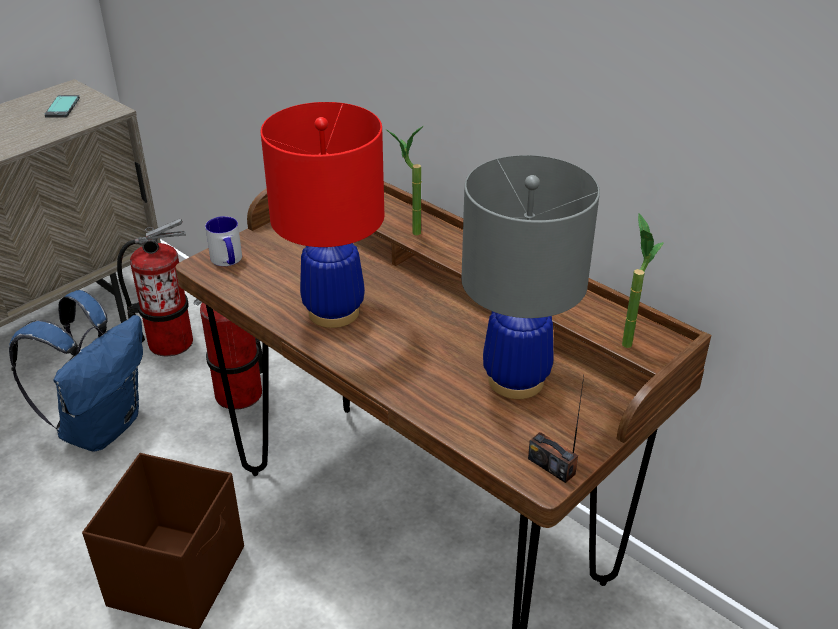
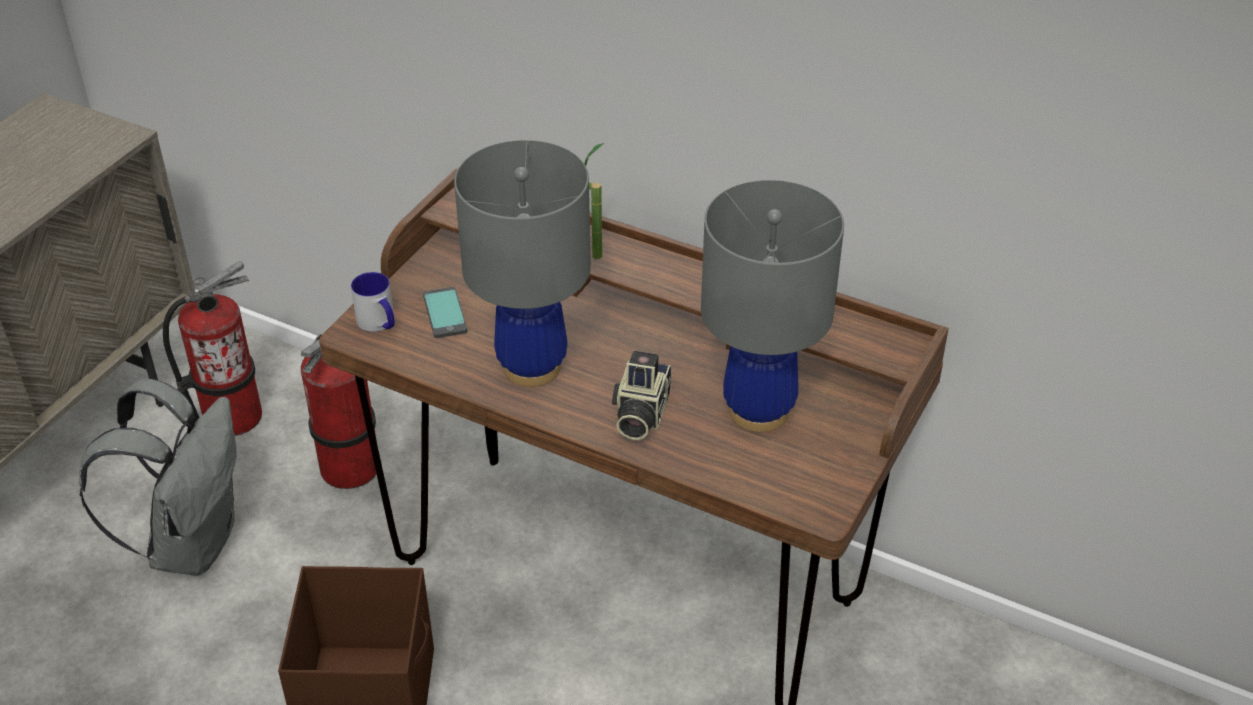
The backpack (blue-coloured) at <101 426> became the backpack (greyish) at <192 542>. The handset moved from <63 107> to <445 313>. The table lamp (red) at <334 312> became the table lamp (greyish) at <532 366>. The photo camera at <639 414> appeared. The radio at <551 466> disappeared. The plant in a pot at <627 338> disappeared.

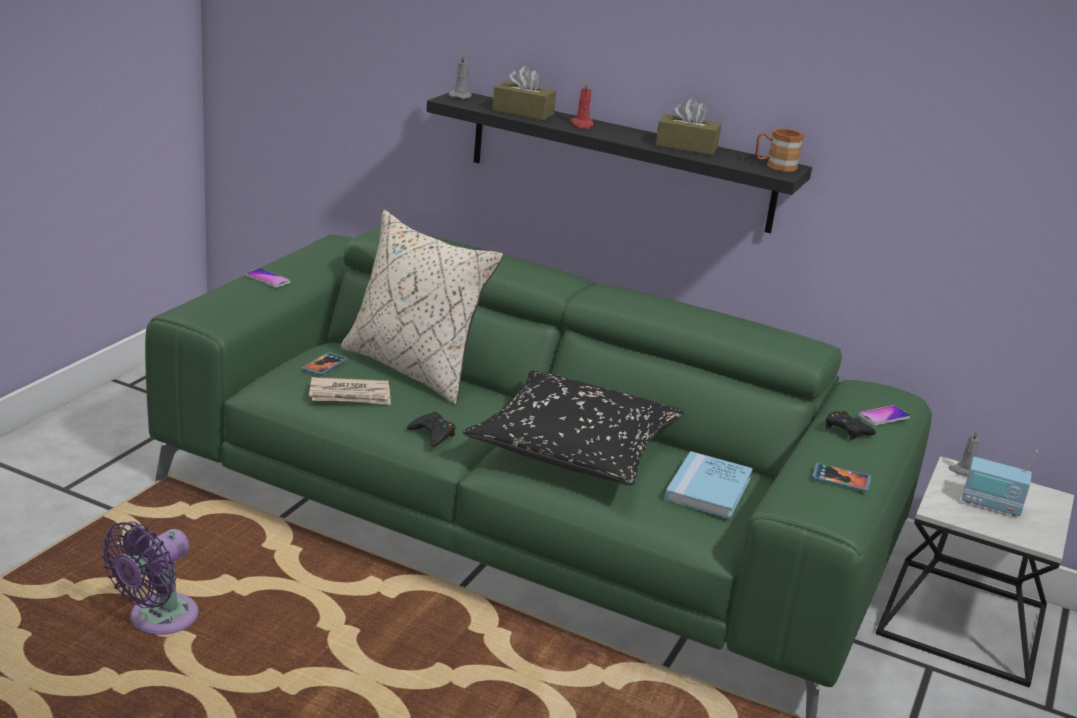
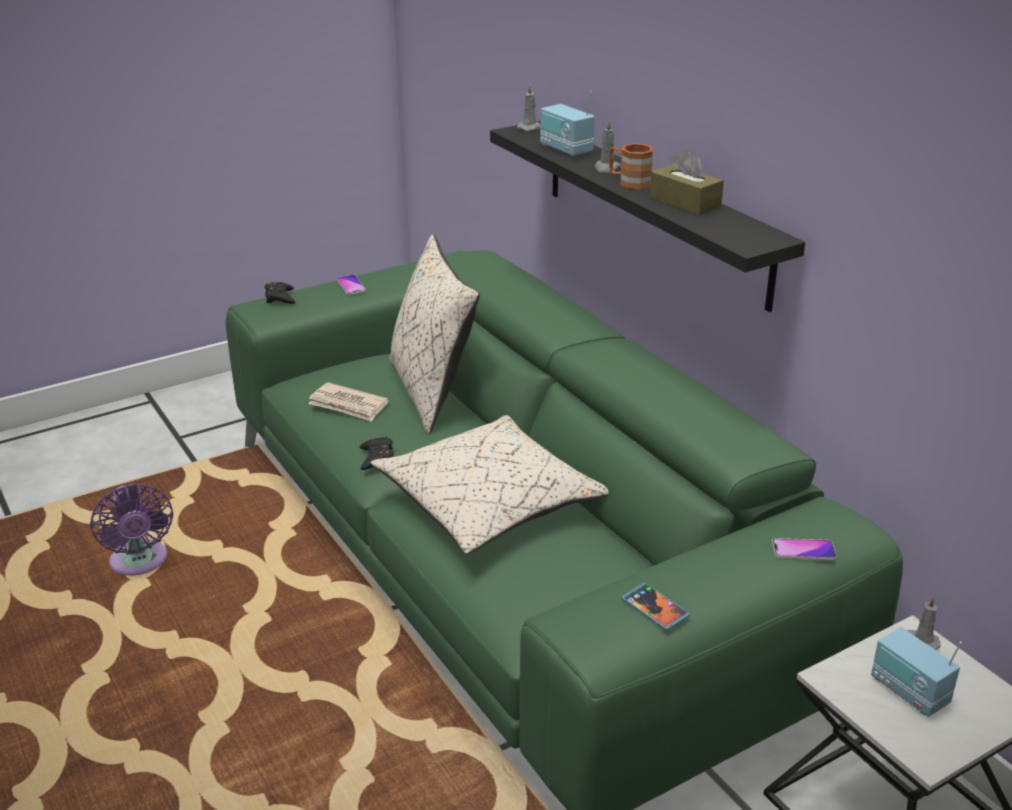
The cooling fan (purplish) at <158 620> turned 90 degrees counterclockwise. The game controller (black-coloured) moved from <847 430> to <280 297>. The pillow (black-coloured) at <574 449> became the pillow (beige) at <489 503>. The box of tissues (brown-coloured) at <523 112> was replaced by the radio at <565 149>. The wax light (red) at <582 125> became the wax light (greyish) at <606 168>. The tea mug (brown-coloured) moved from <775 166> to <629 182>. The handset at <324 365> disappeared. The bound book (blue-coloured) at <708 489> disappeared.

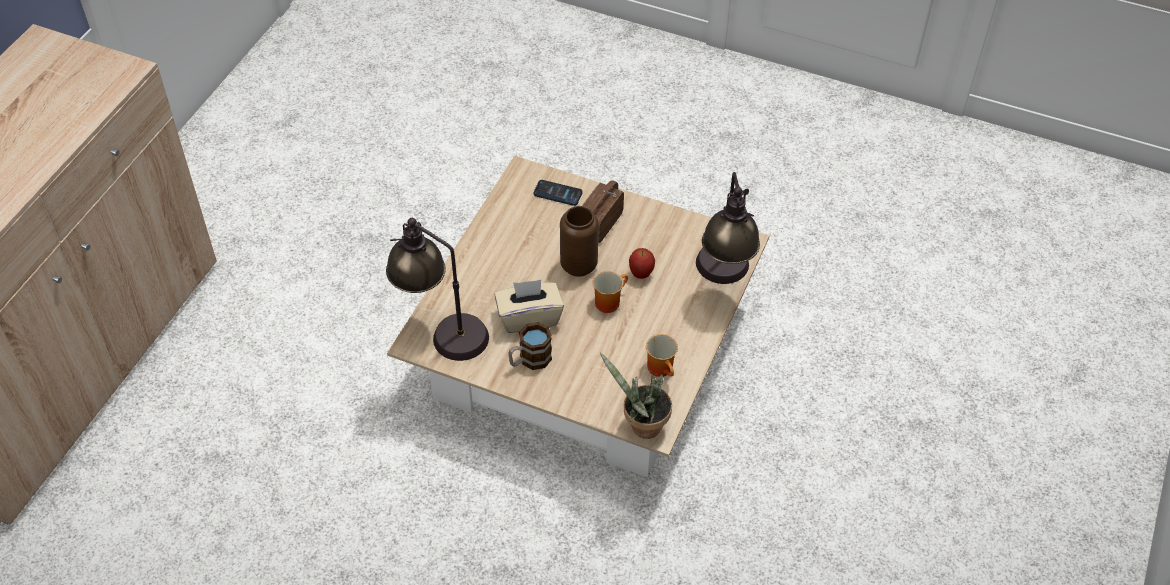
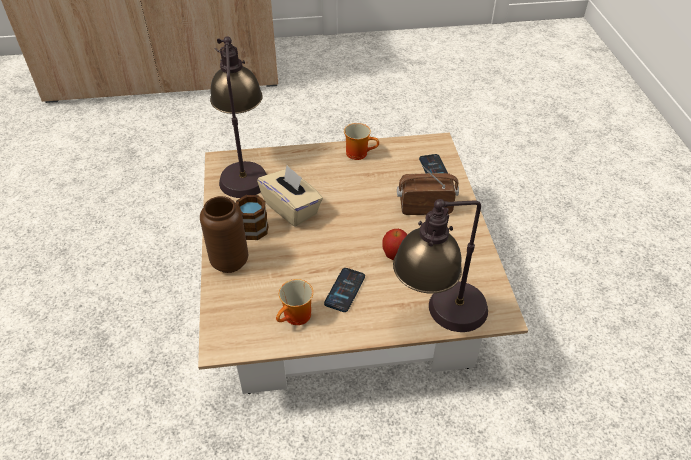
The decorative vase (brown-coloured) moved from <578 266> to <229 262>. The handset at <345 290> appeared. The tea mug moved from <608 300> to <359 153>. The plant in a pot at <641 426> disappeared.

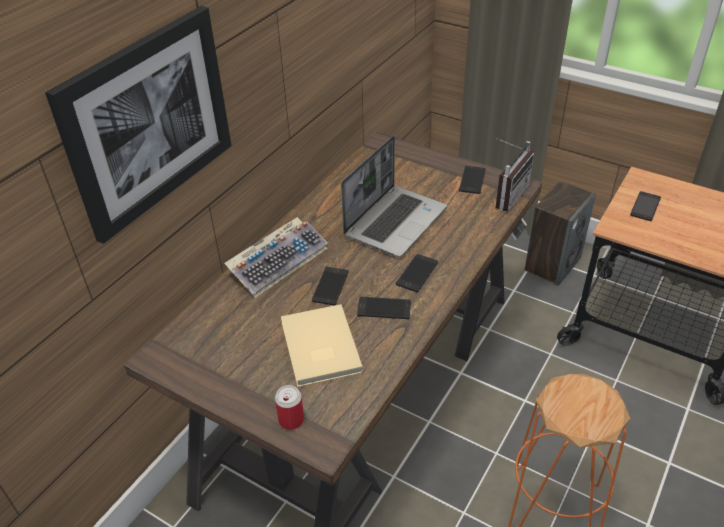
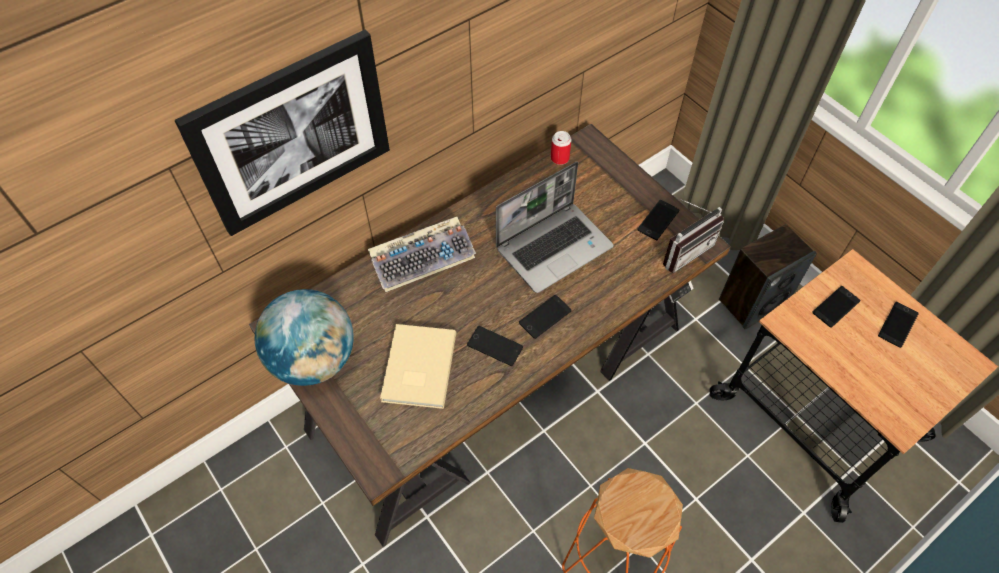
The desk globe at <314 360> appeared. The sealed can moved from <291 420> to <559 158>. The handset moved from <330 286> to <897 325>.

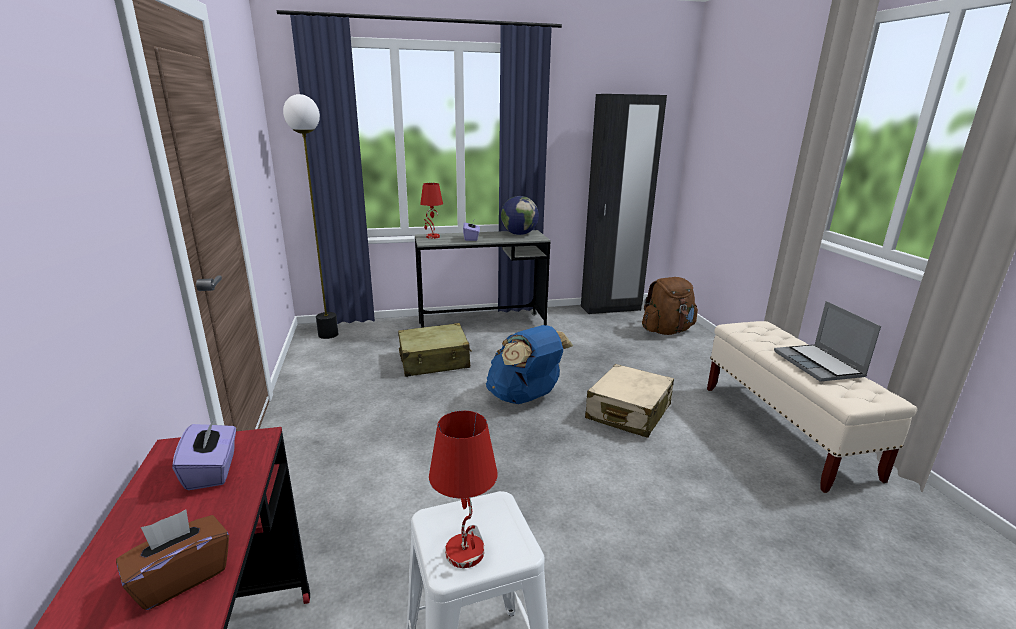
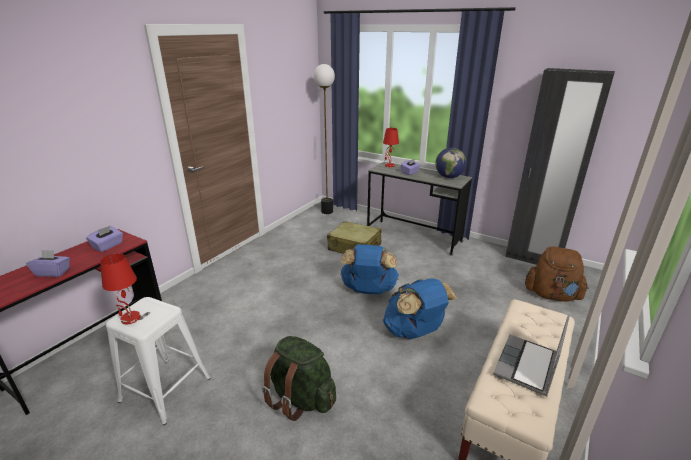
The box of tissues (brown-coloured) at <181 577> became the box of tissues (purplish) at <53 272>. The backpack (green) at <301 398> appeared. The piece of luggage (beige) at <628 412> was replaced by the backpack (blue-coloured) at <414 332>.

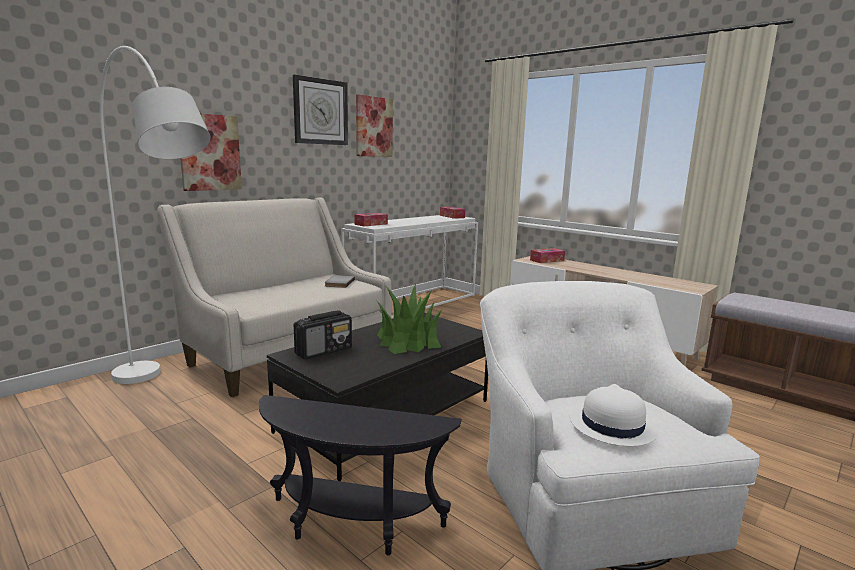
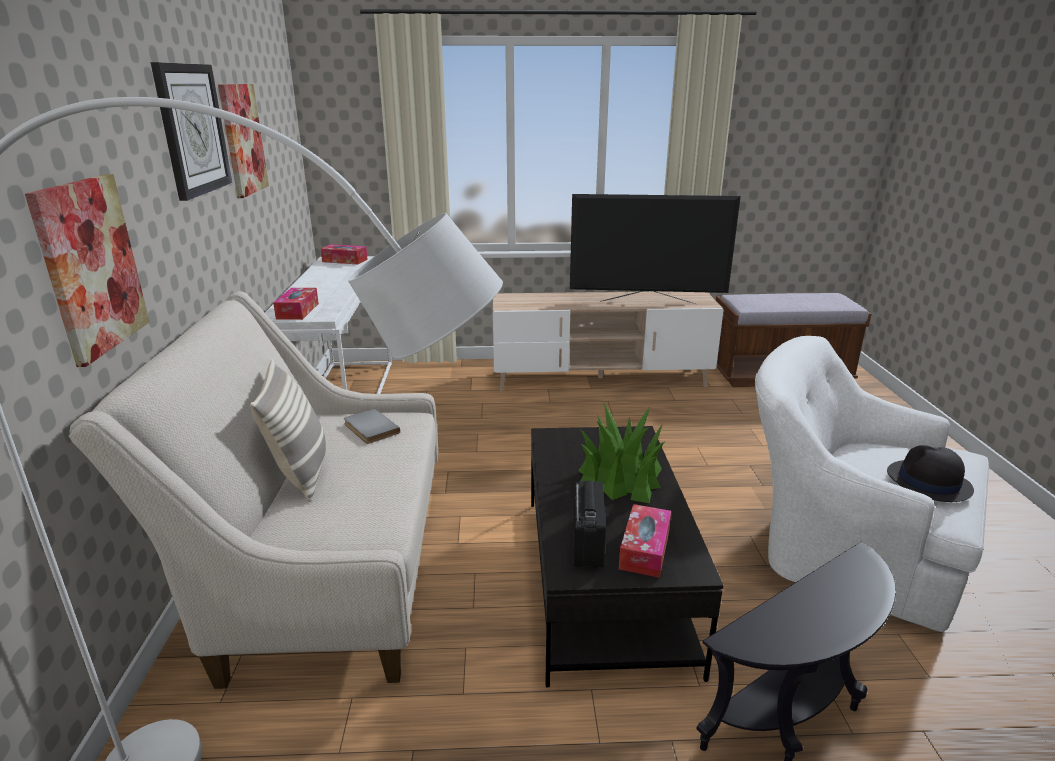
The pillow at <301 473> appeared. The television at <647 302> appeared. The box of tissues moved from <547 260> to <644 549>. The wearable hat (whitish) at <611 425> became the wearable hat (black-coloured) at <928 482>.

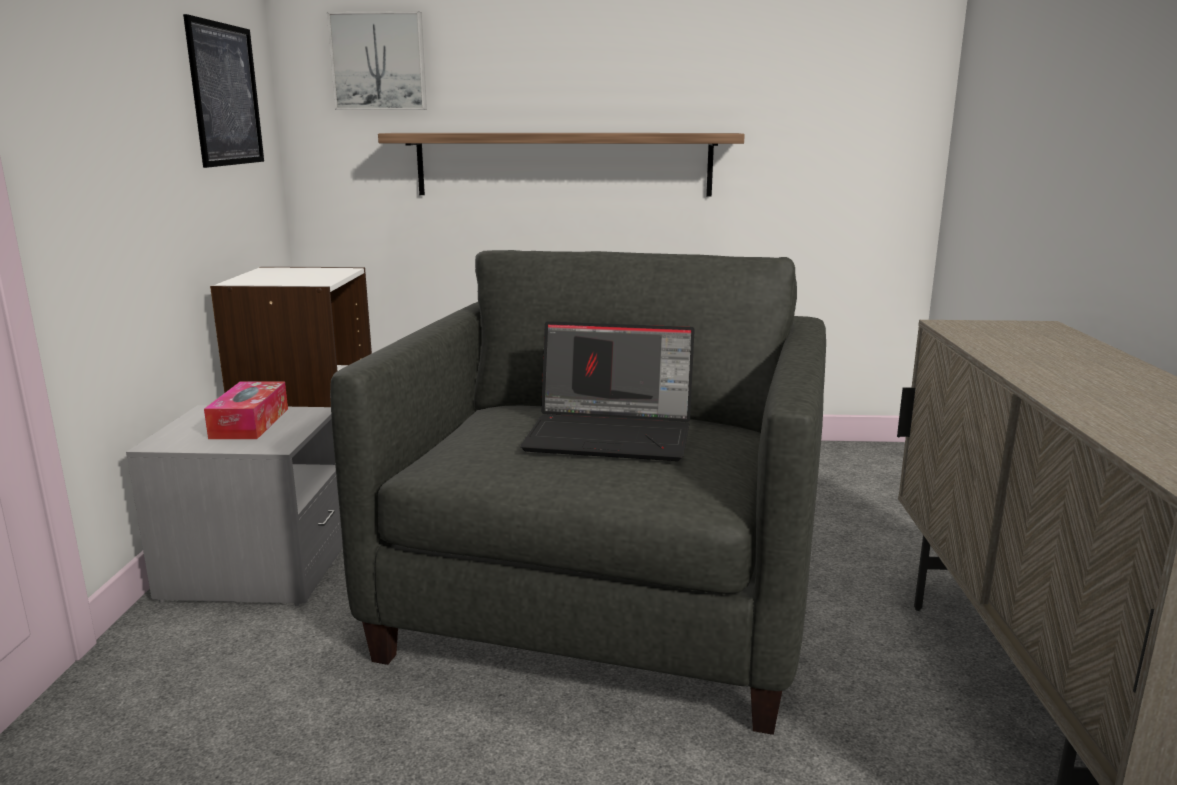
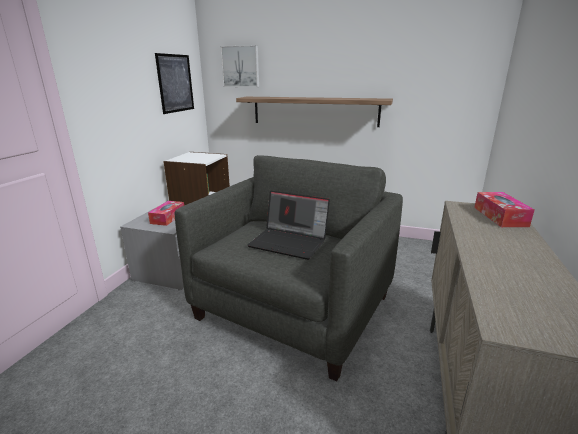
The box of tissues at <500 216> appeared.

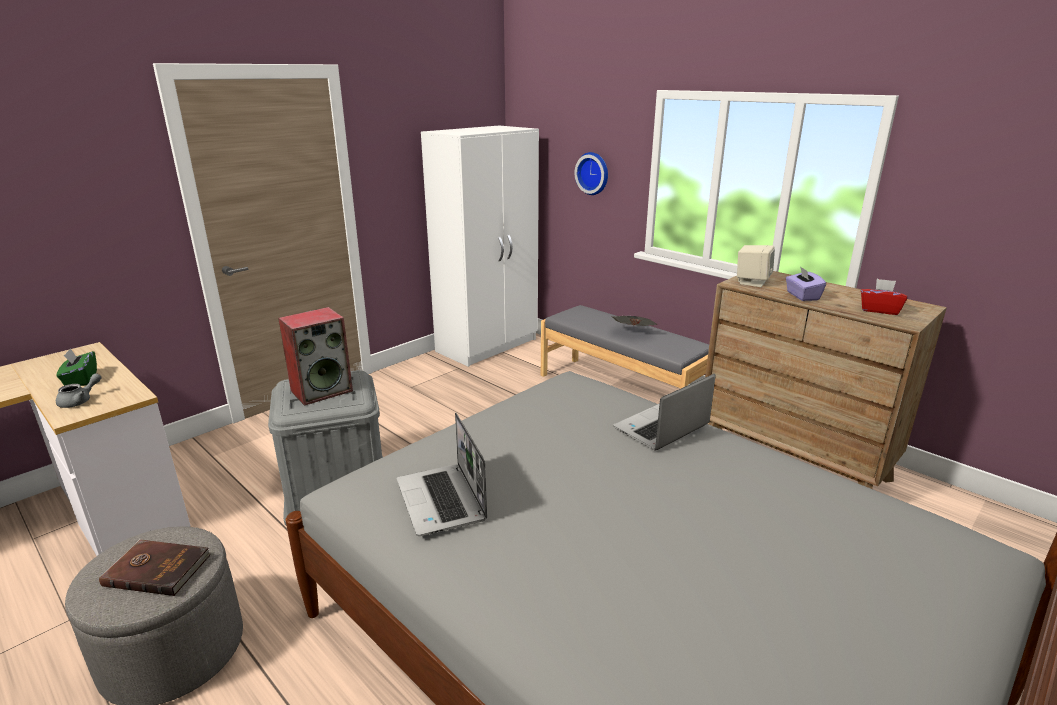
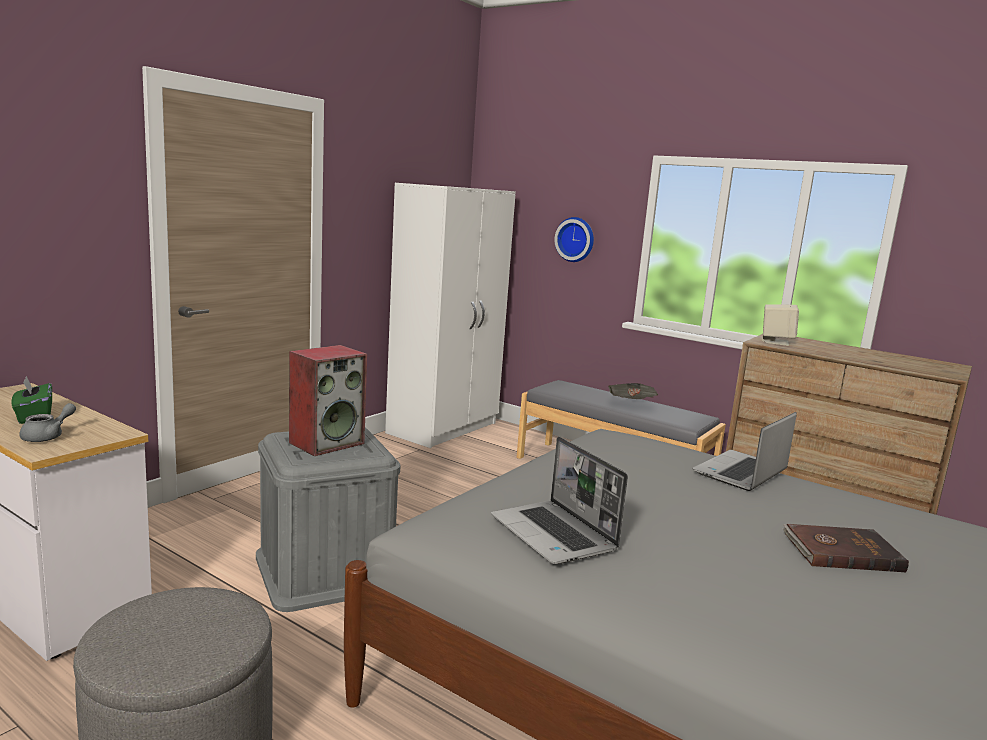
The bound book (brown-coloured) moved from <157 569> to <840 551>. The box of tissues (purplish) at <802 296> disappeared. The box of tissues (red) at <879 310> disappeared.

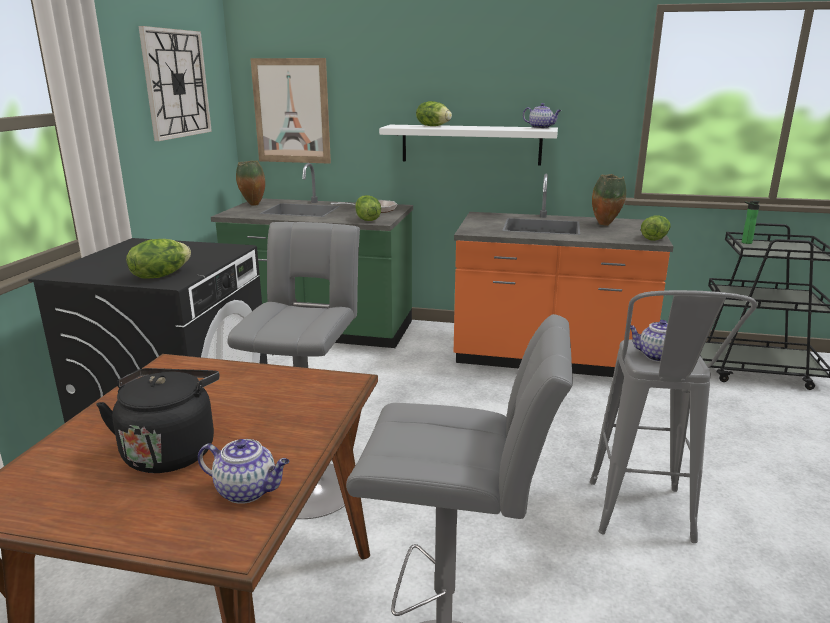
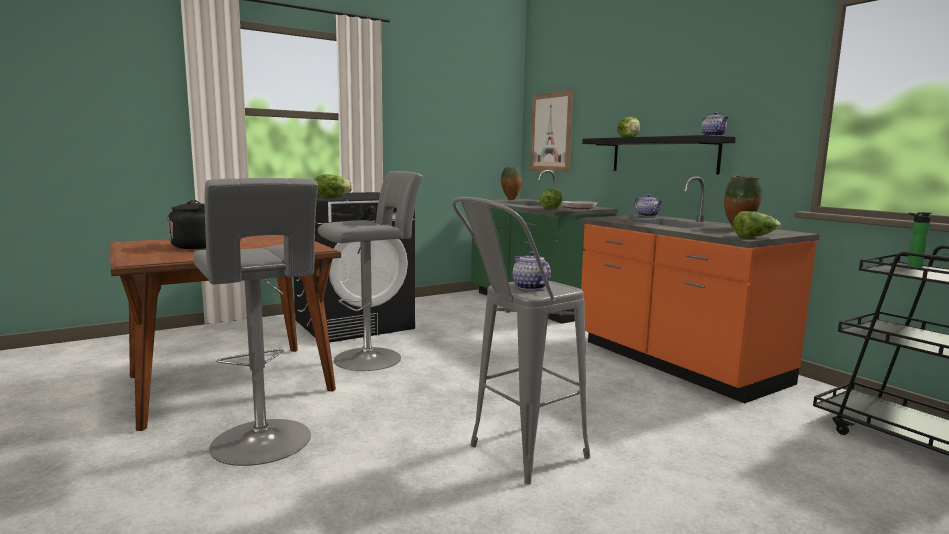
The wall shelf (whitish) at <471 144> became the wall shelf (black-coloured) at <663 155>. The teapot moved from <248 491> to <648 216>. The clock on the wall at <176 84> disappeared.

